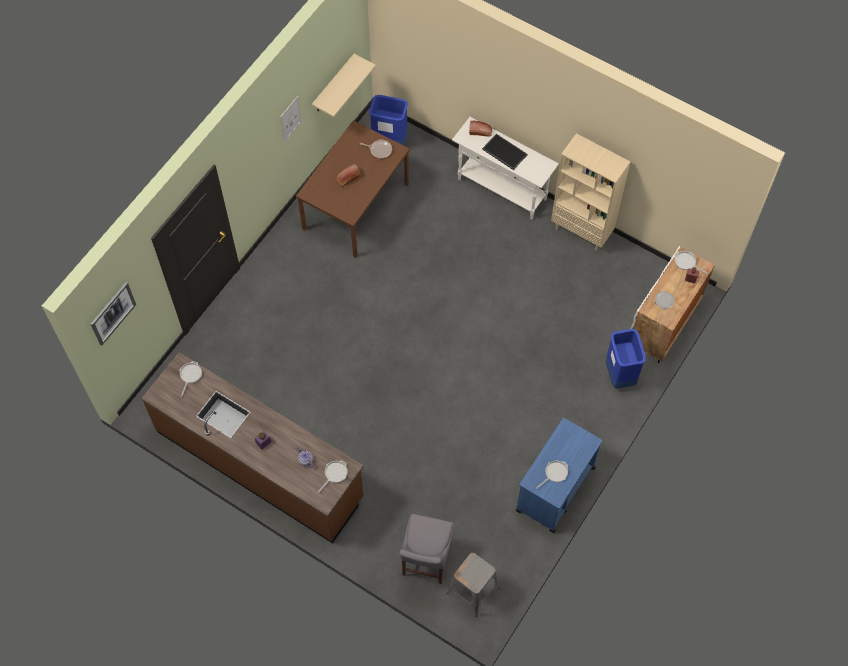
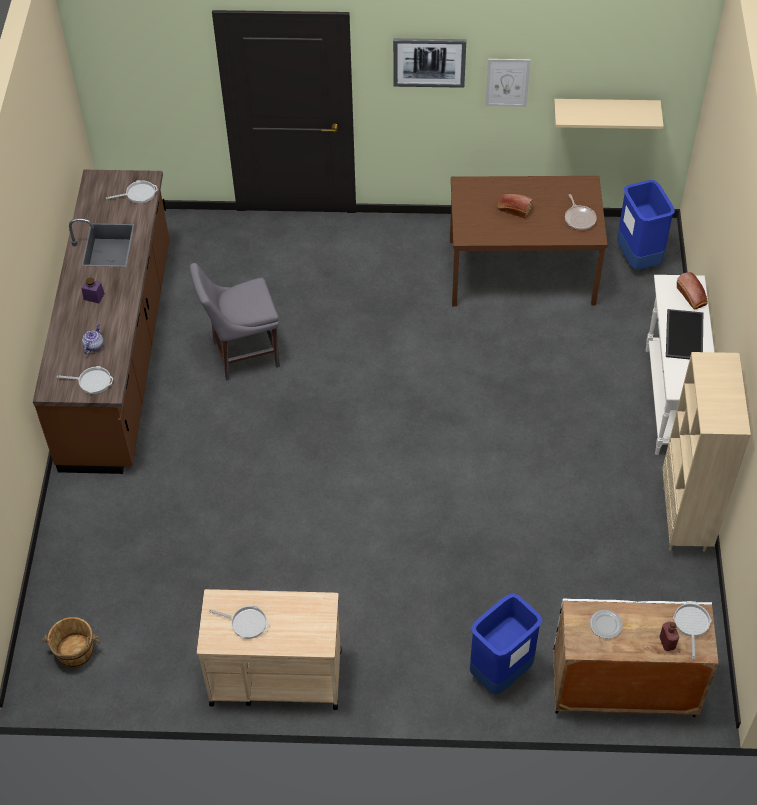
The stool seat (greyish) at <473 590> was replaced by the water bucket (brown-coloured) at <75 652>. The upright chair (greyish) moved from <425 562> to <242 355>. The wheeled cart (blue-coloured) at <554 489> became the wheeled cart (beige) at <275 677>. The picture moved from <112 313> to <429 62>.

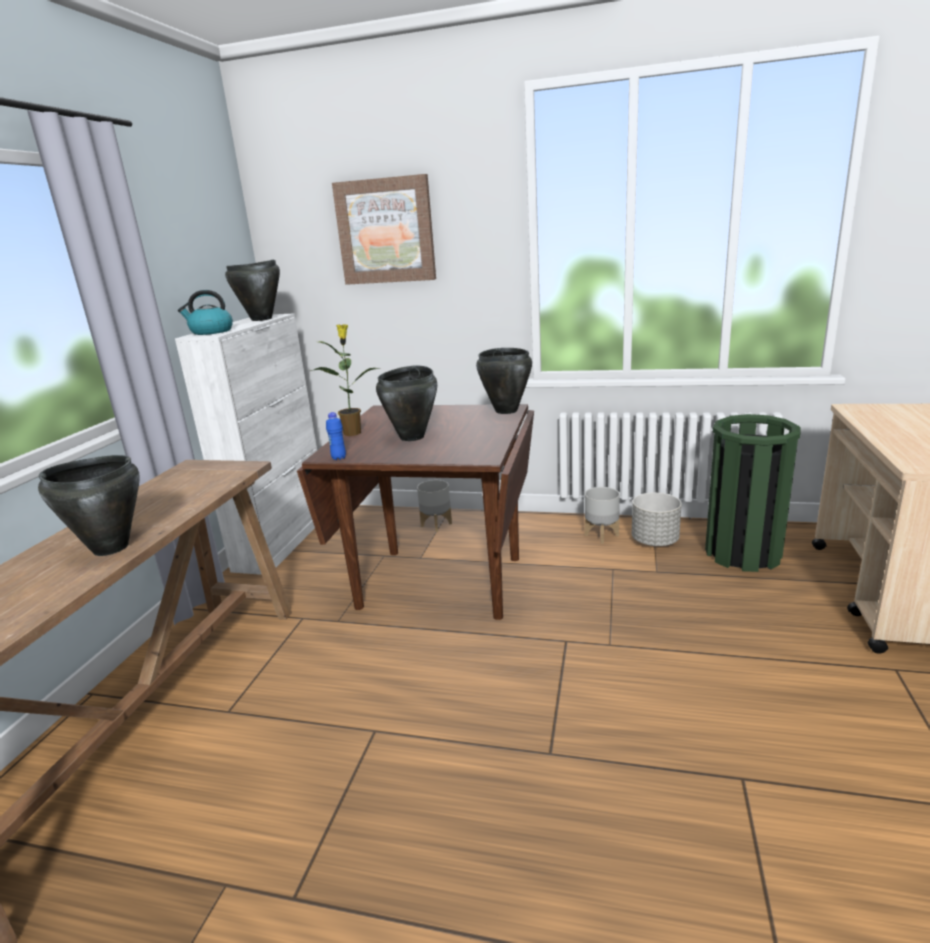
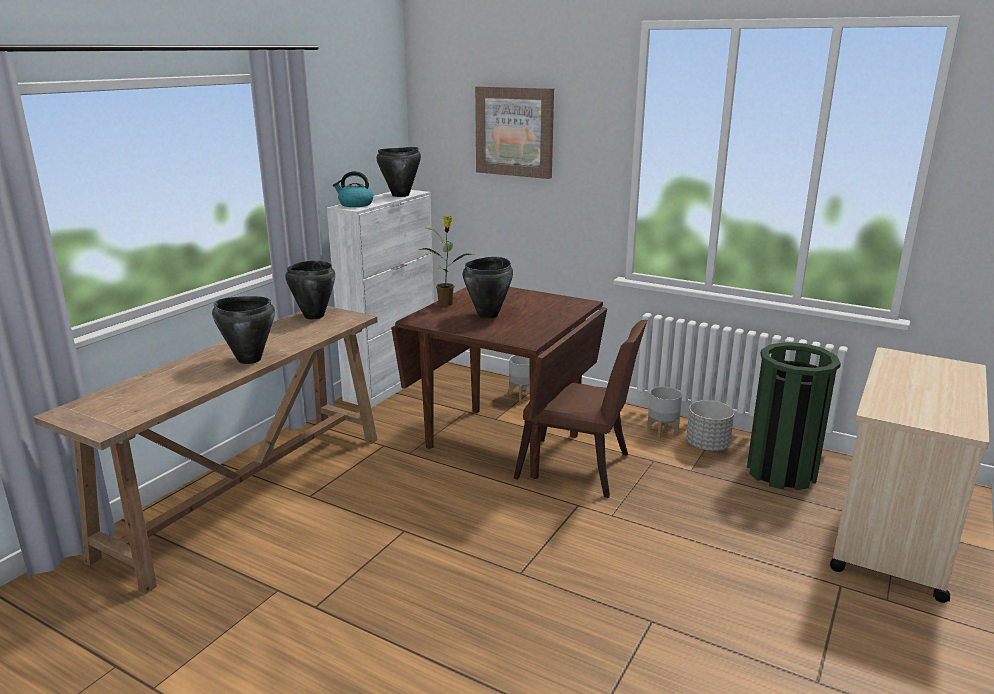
The stockpot (black-coloured) moved from <506 411> to <313 316>. The upright chair (brown-coloured) at <580 469> appeared. The drink bottle (blue-coloured) at <339 458> disappeared.

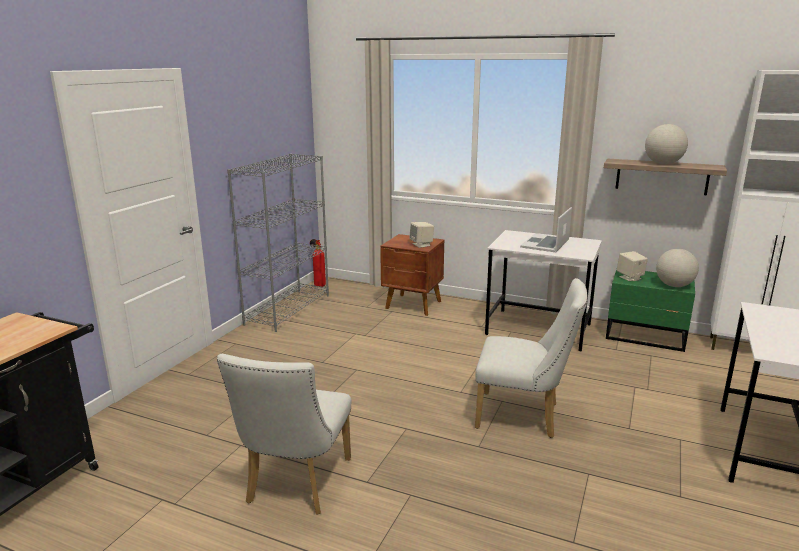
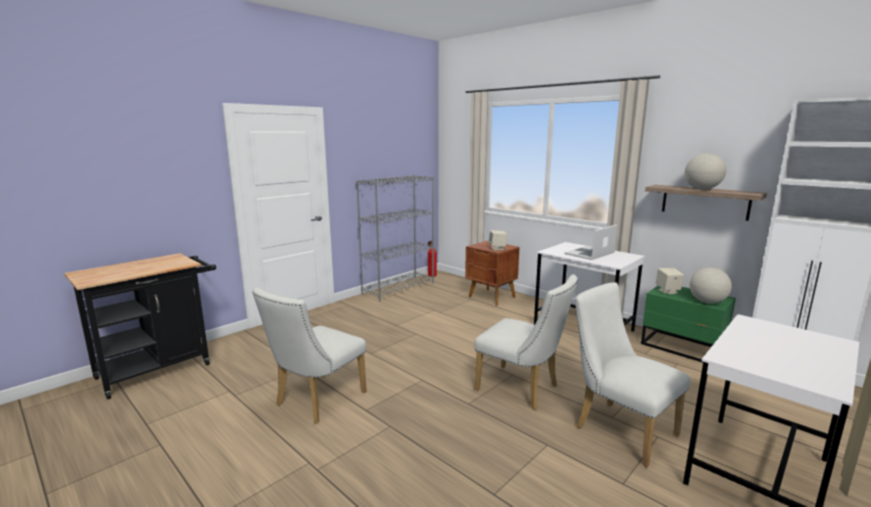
The upright chair (whitish) at <619 428> appeared.

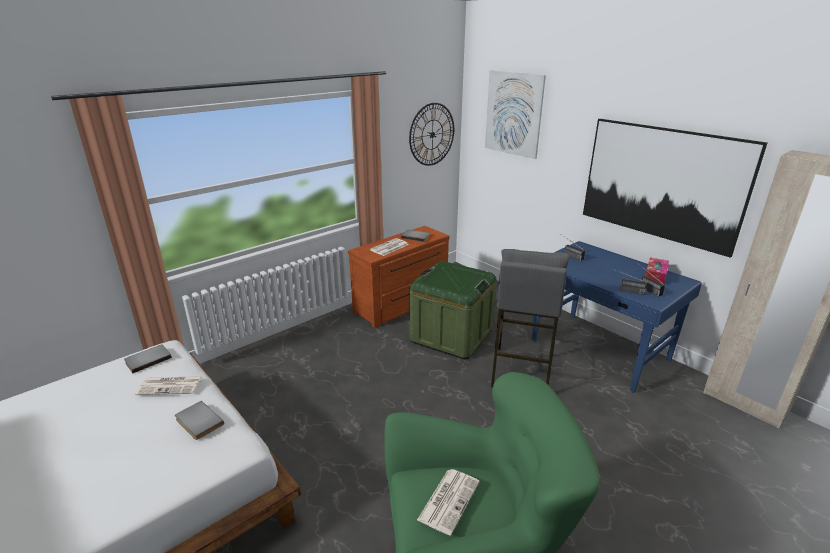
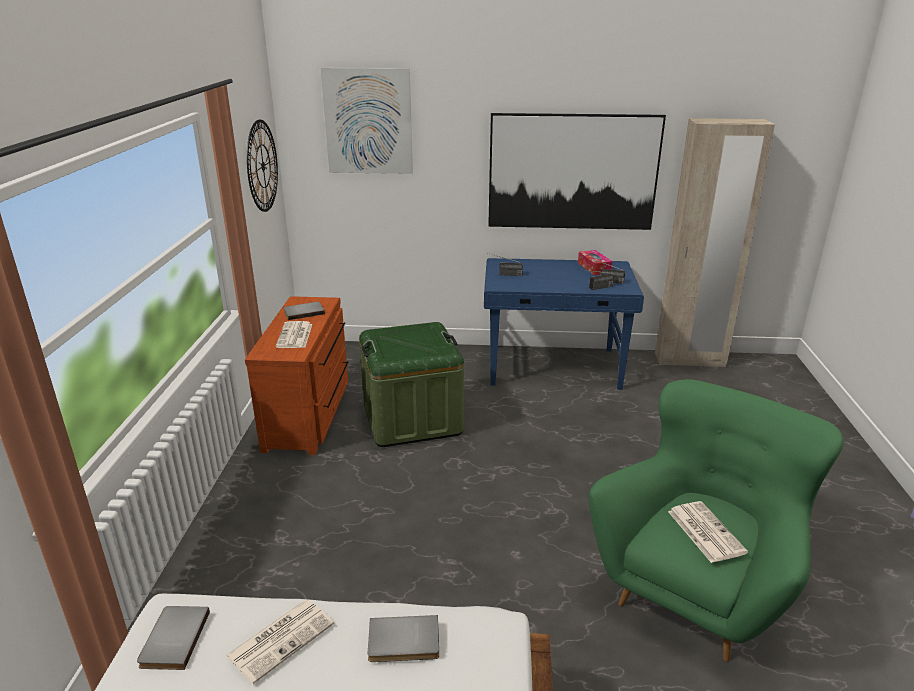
The stool seat (greyish) at <521 371> disappeared.

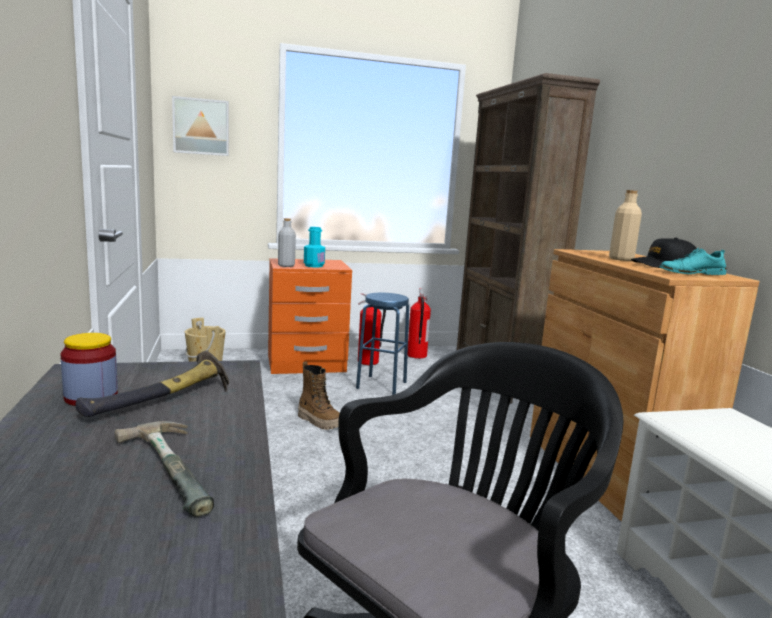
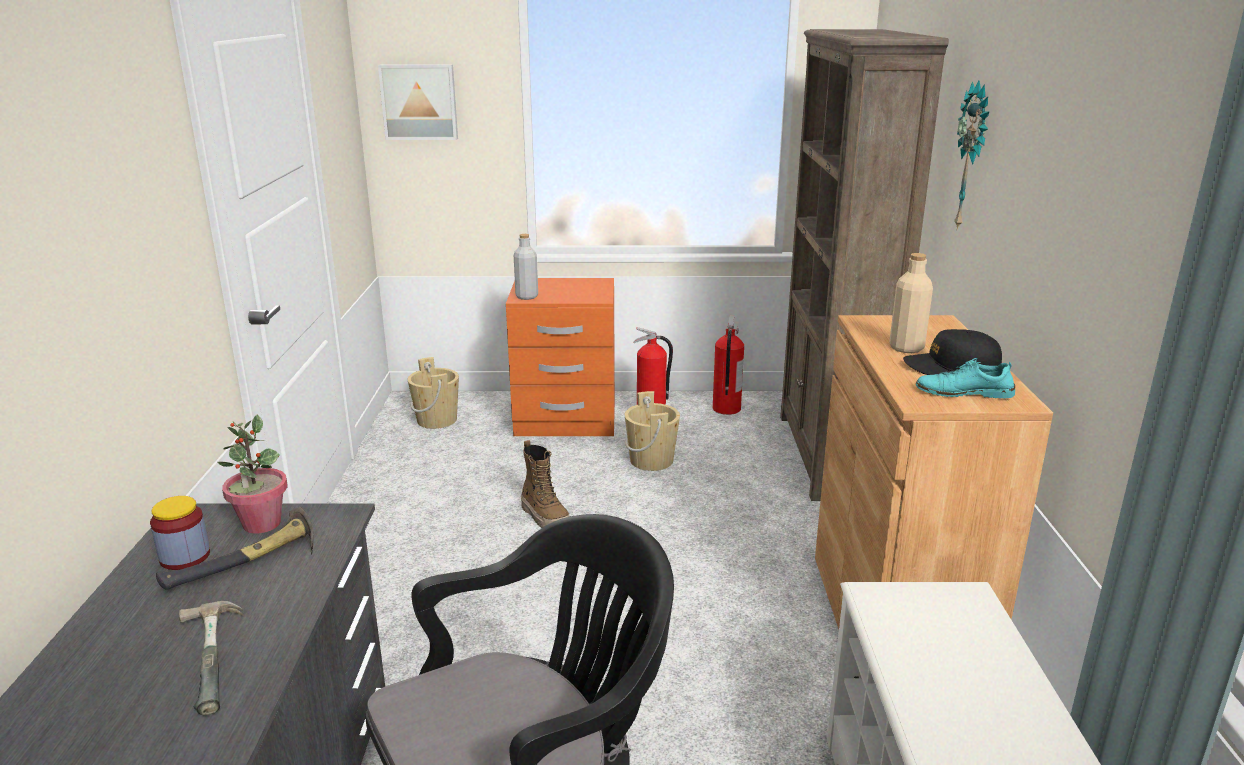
The plant in a pot at <261 524> appeared. The stool seat (blue-coloured) at <381 385> was replaced by the water bucket (beige) at <651 460>. The clock on the wall at <974 157> appeared. The drink bottle (turquoise) at <314 265> disappeared.

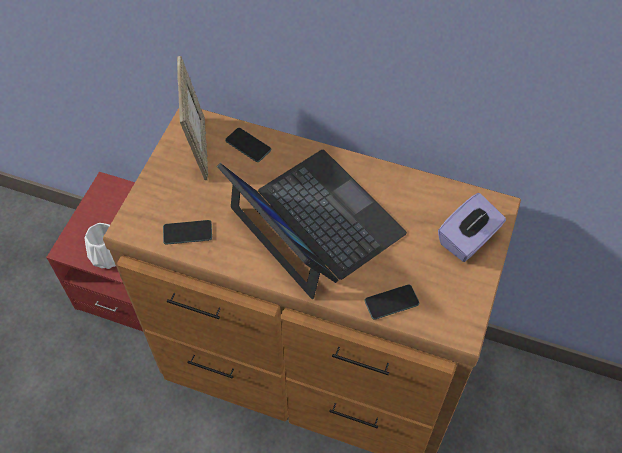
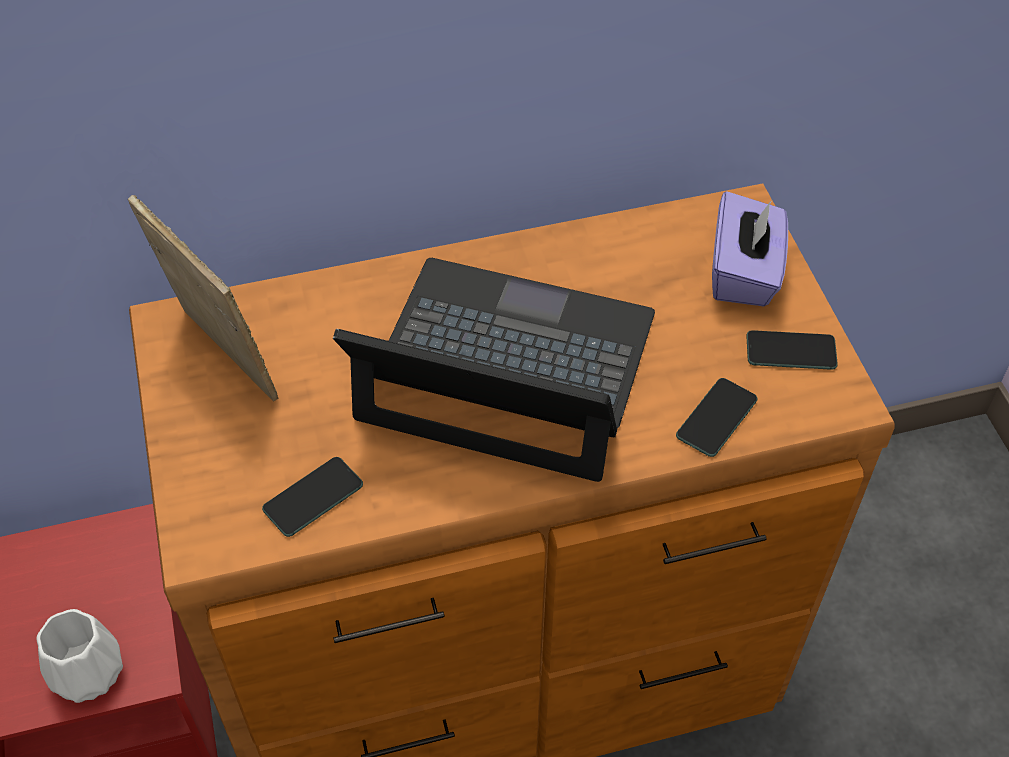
The handset moved from <248 145> to <791 351>.

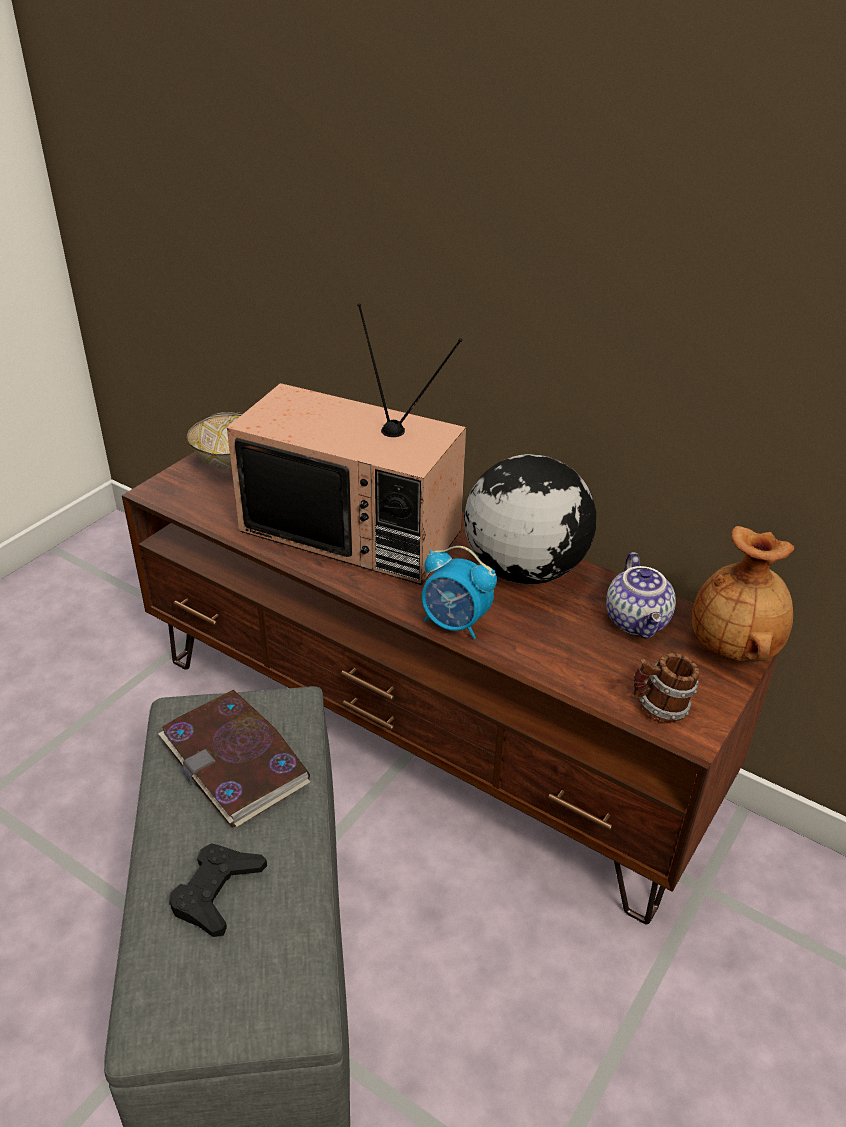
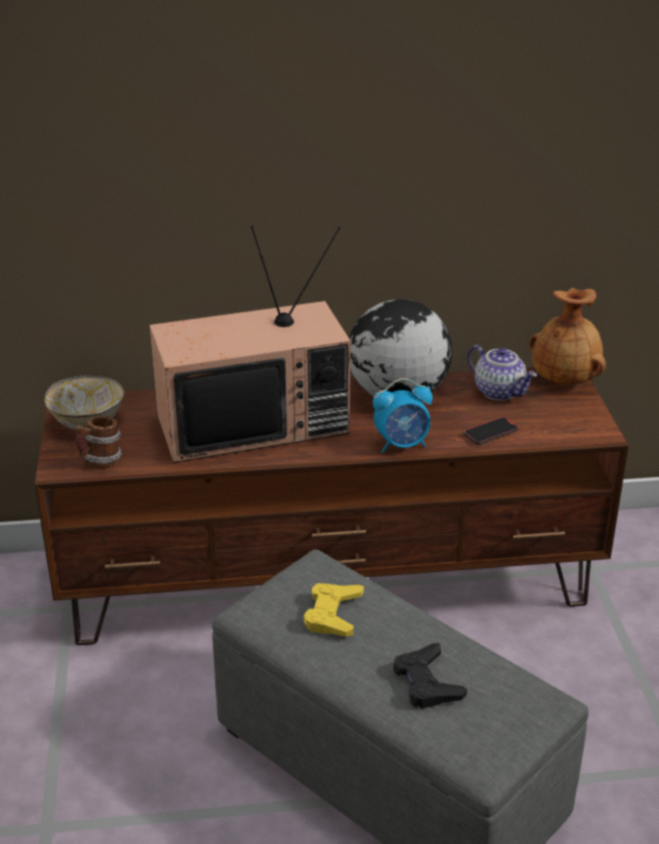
The tea mug moved from <659 708> to <100 461>. The bound book at <236 761> was replaced by the game controller (yellow-coloured) at <333 614>. The handset at <490 433> appeared.

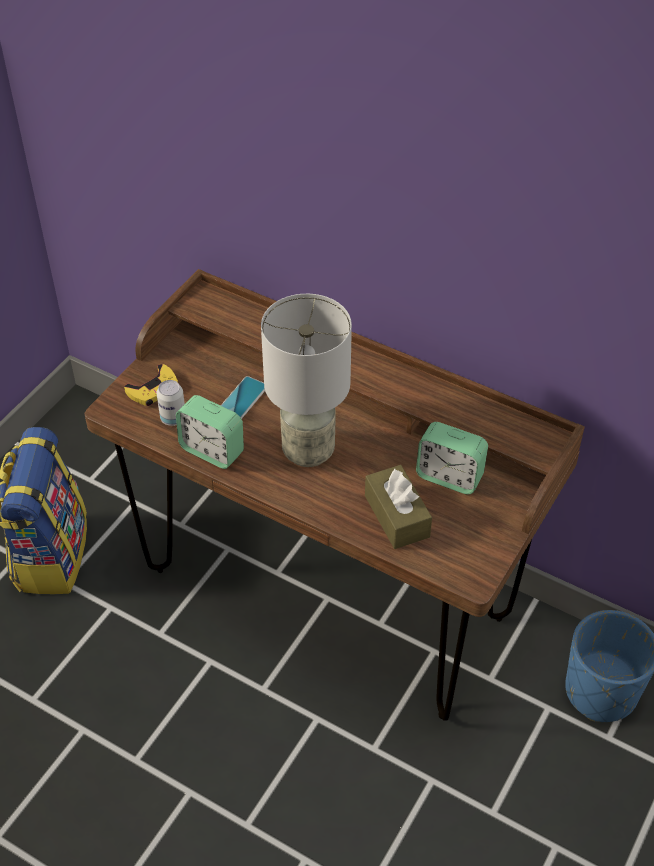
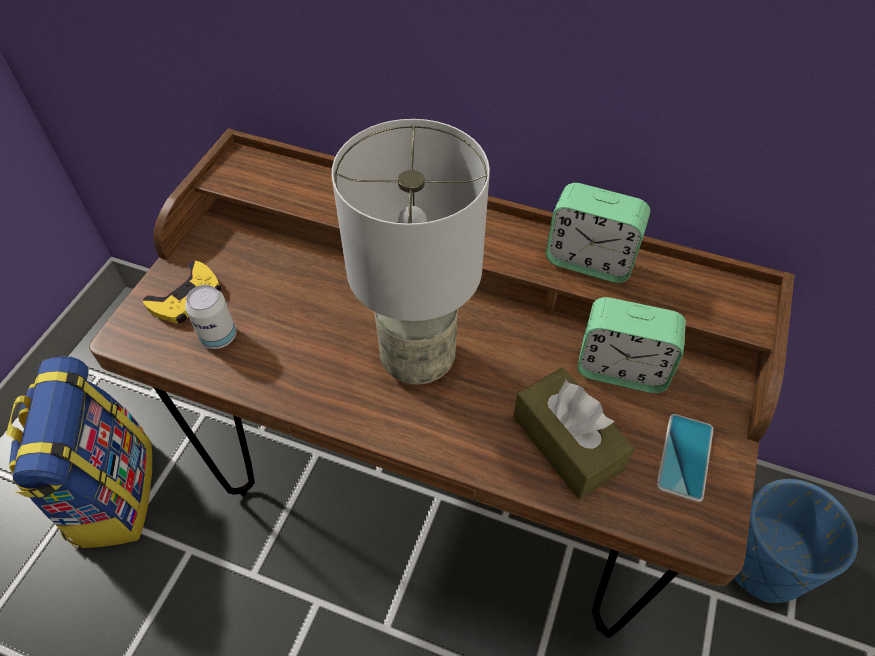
The alarm clock moved from <212 450> to <589 260>. The handset moved from <243 398> to <684 457>.

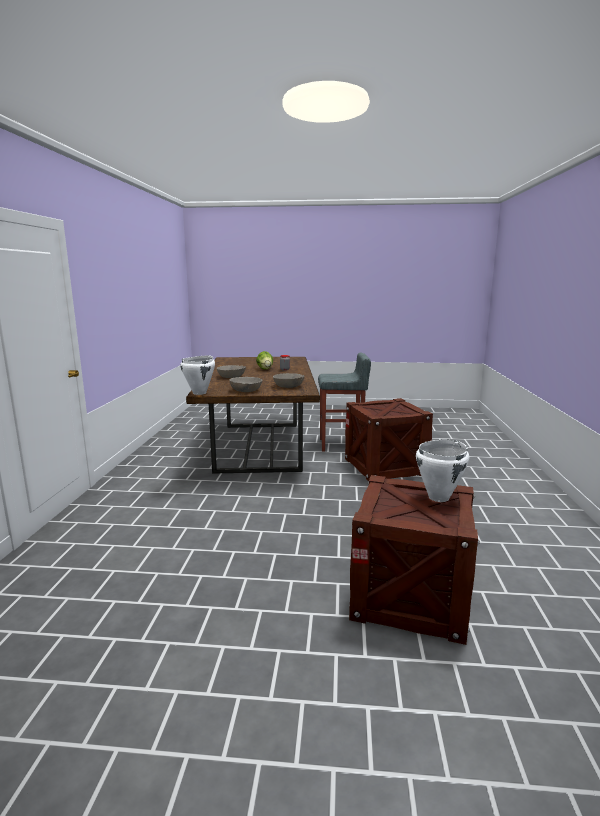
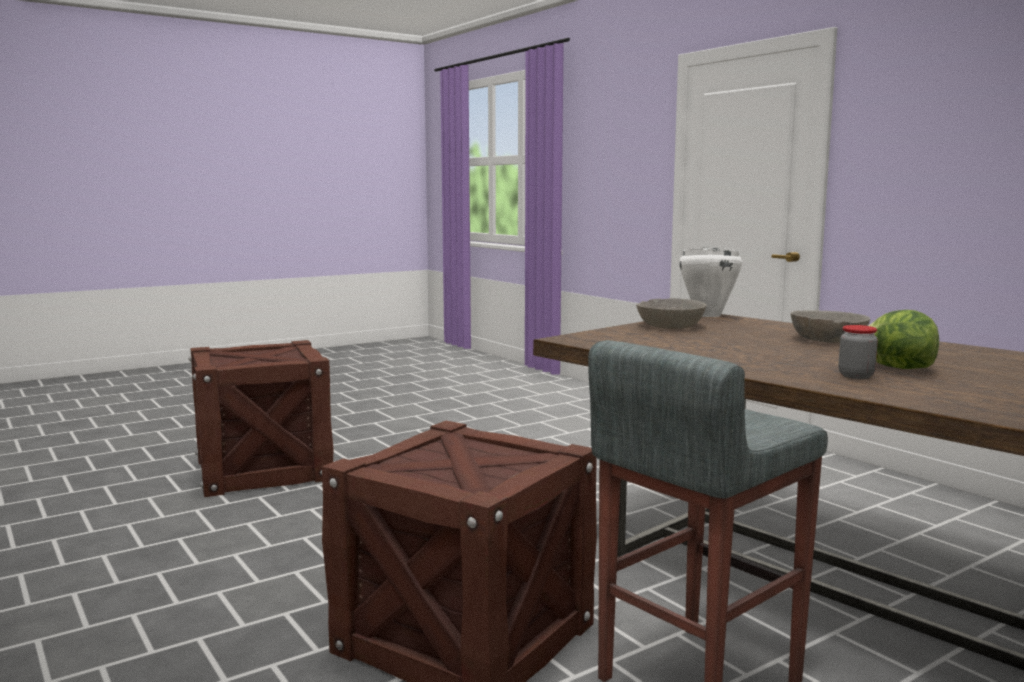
The bowl (greyish) at <288 386> disappeared. The stockpot (whitish) at <439 497> disappeared.

